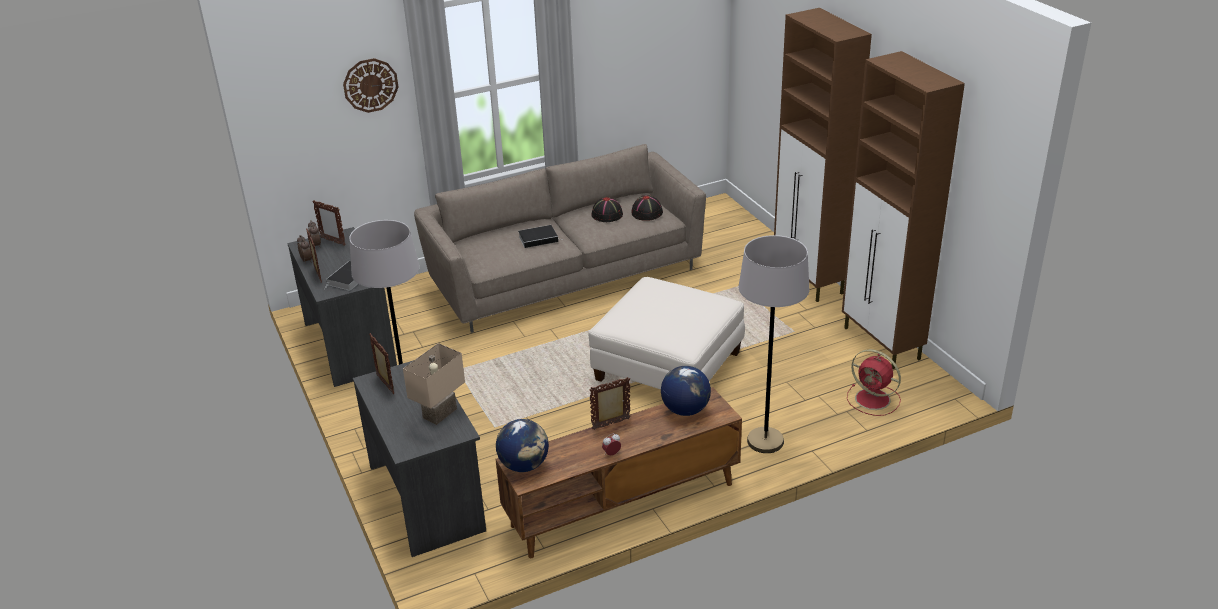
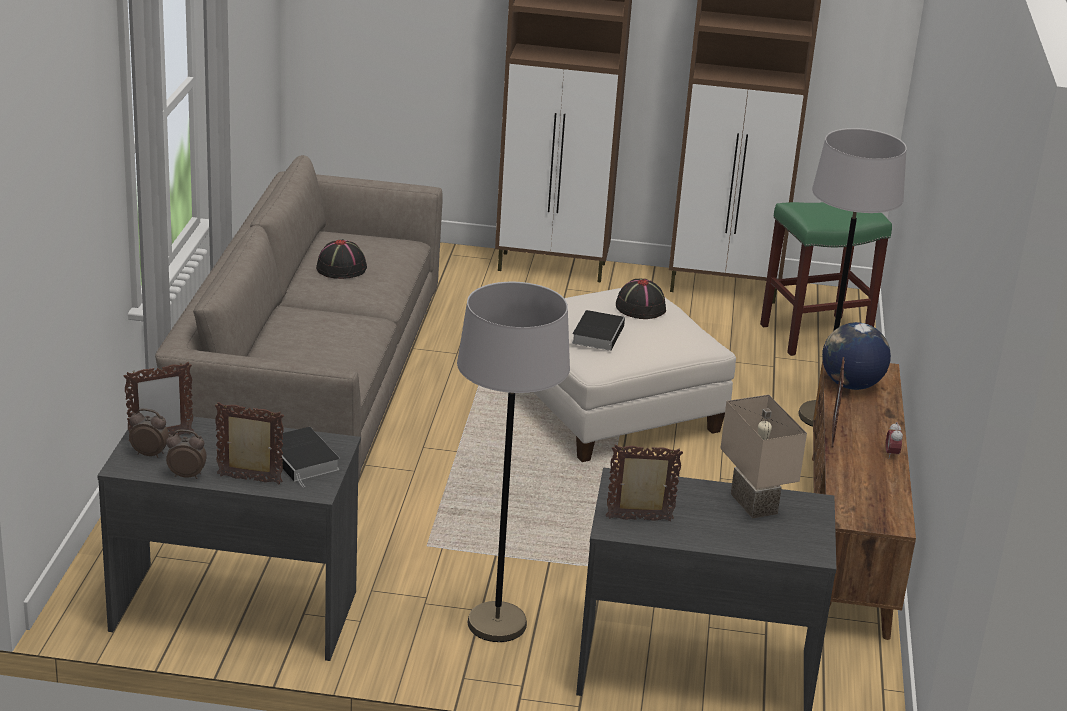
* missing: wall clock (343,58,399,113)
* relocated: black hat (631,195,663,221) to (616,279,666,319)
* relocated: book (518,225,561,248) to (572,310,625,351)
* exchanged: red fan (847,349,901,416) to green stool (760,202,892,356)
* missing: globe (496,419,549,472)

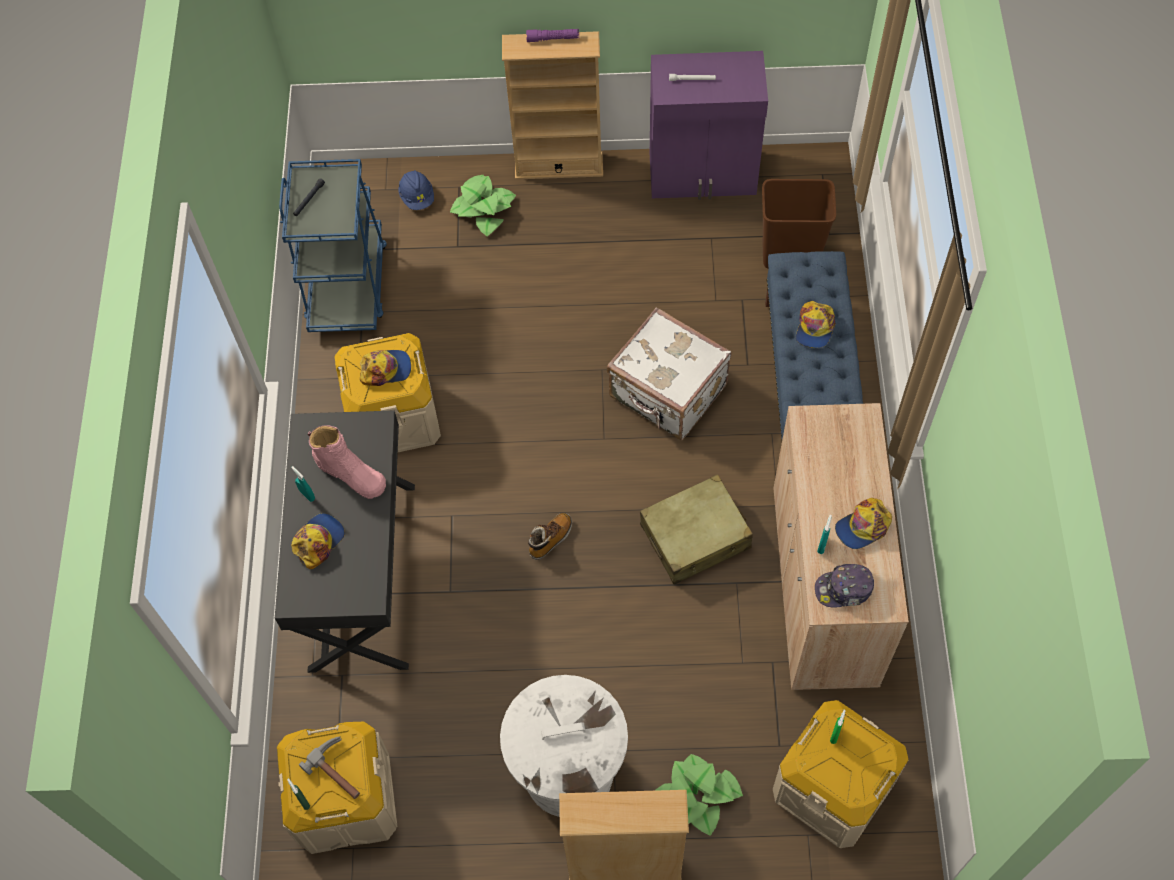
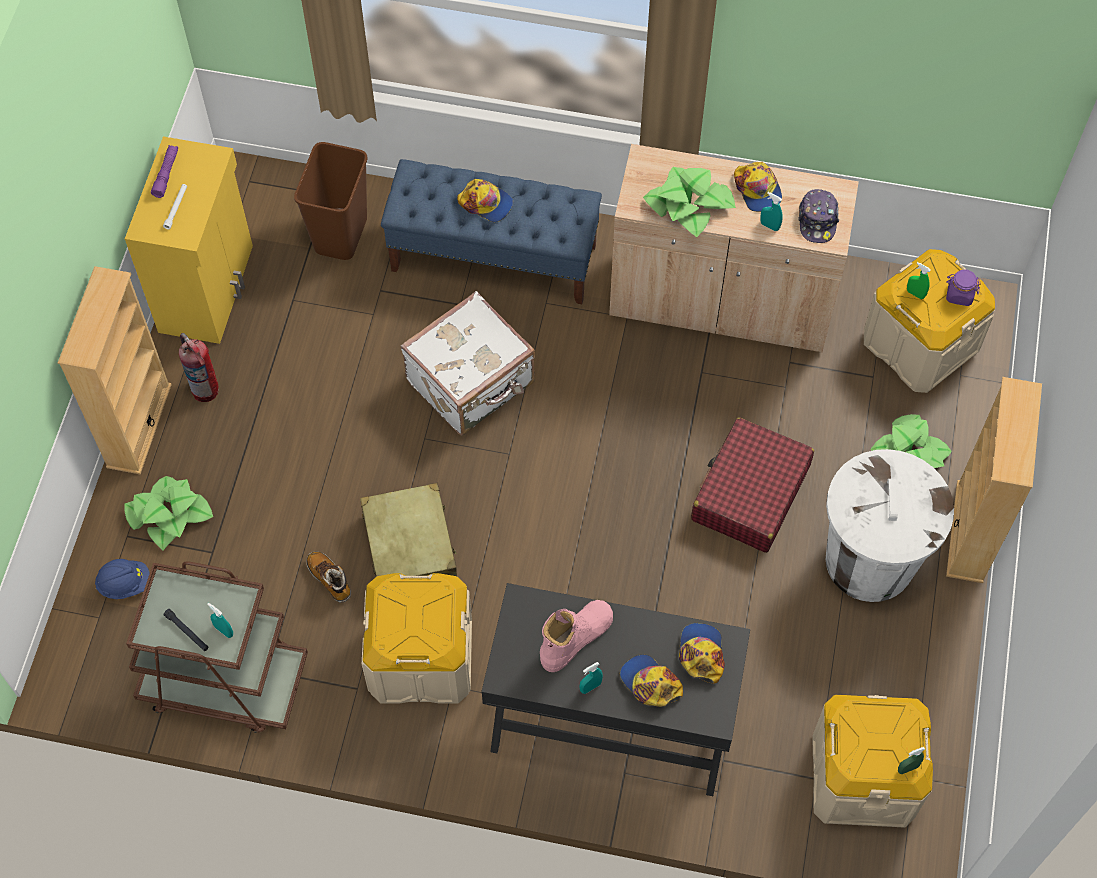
* relocated: purple flashlight (526,29,579,42) to (151,145,178,198)
* colour: purple cabinet (650,51,768,200) to yellow cabinet (125,136,253,344)
* colour: blue cart (279,159,387,332) to brown cart (126,561,308,733)
* relocated: cap (360,350,411,386) to (679,623,725,684)
* relocated: beige suitcase (640,474,753,585) to (360,483,457,577)
* relocated: boot (528,513,572,560) to (306,551,351,603)
* missing: hammer (299,736,360,799)
* appeared: potted plant (643,167,736,237)
* appeared: purple jar (946,269,981,306)
* appeared: fire extinguisher (179,333,219,402)
* appeared: red suitcase (691,417,814,553)
* appeared: turquoise spray bottle (207,603,233,638)

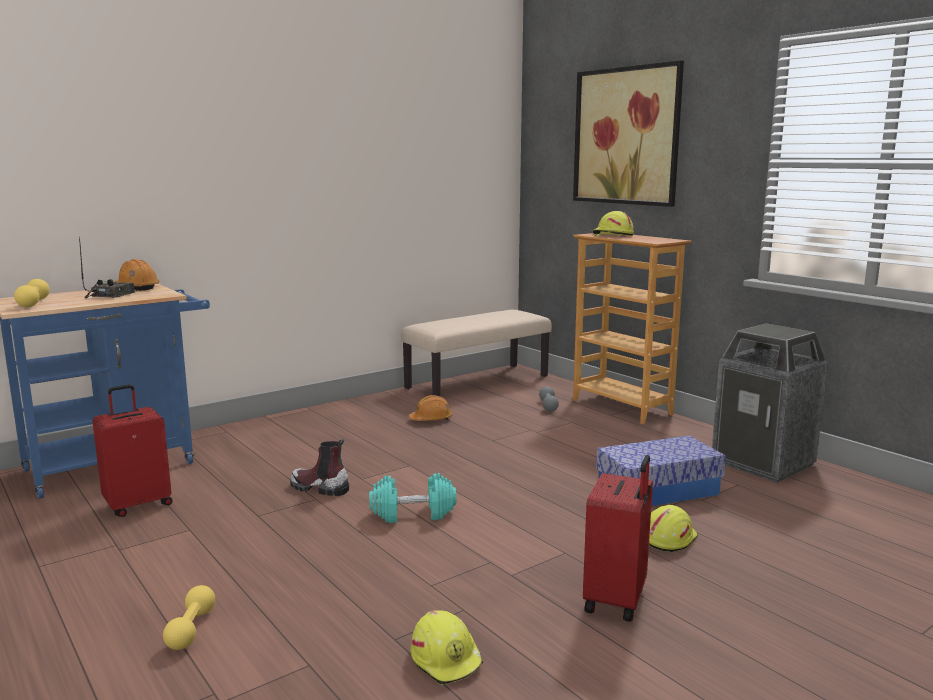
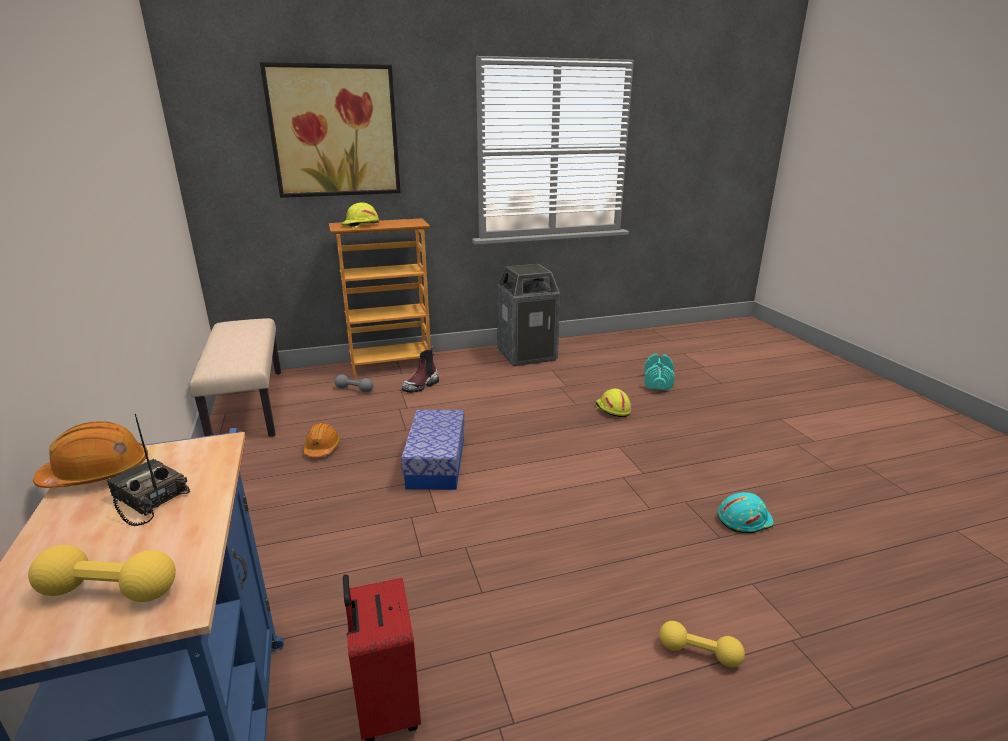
* relocated: storage box (596,436,726,506) to (401,410,465,490)
* relocated: boot (290,439,349,496) to (402,346,439,393)
* missing: red suitcase (583,455,653,622)
* relocated: turquoise dumbbell (369,473,456,523) to (644,353,675,391)
* colour: yellow hard hat (410,610,483,685) to turquoise hard hat (718,492,774,533)

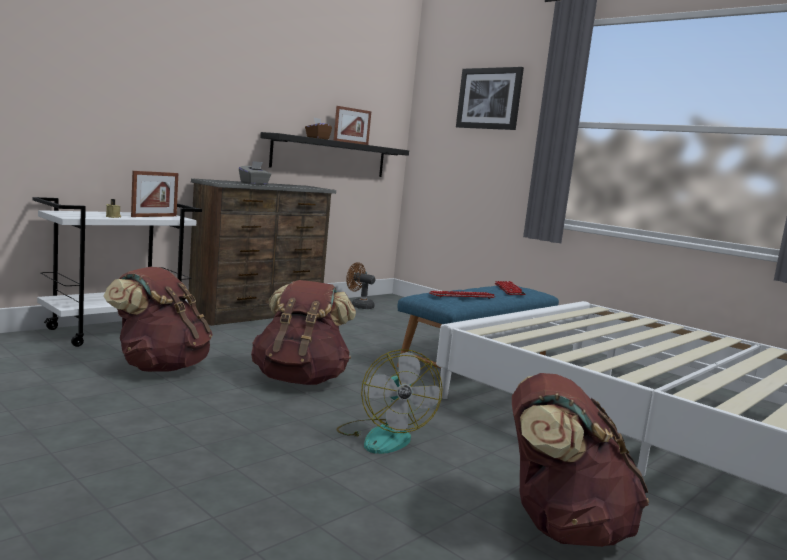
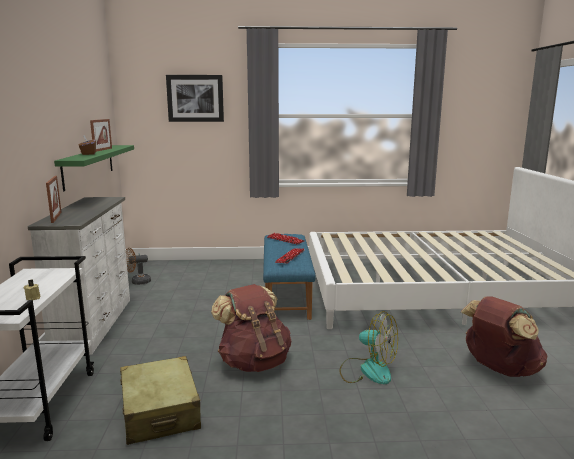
* colour: black shelf (260,132,409,177) to green shelf (54,145,134,191)
* missing: grey tissue box (239,161,271,185)
* relocated: picture frame (131,171,178,217) to (46,176,62,223)
* colour: brown dresser (189,178,336,326) to white dresser (28,197,130,354)
* exchanged: brown backpack (104,267,213,372) to beige suitcase (120,356,201,445)

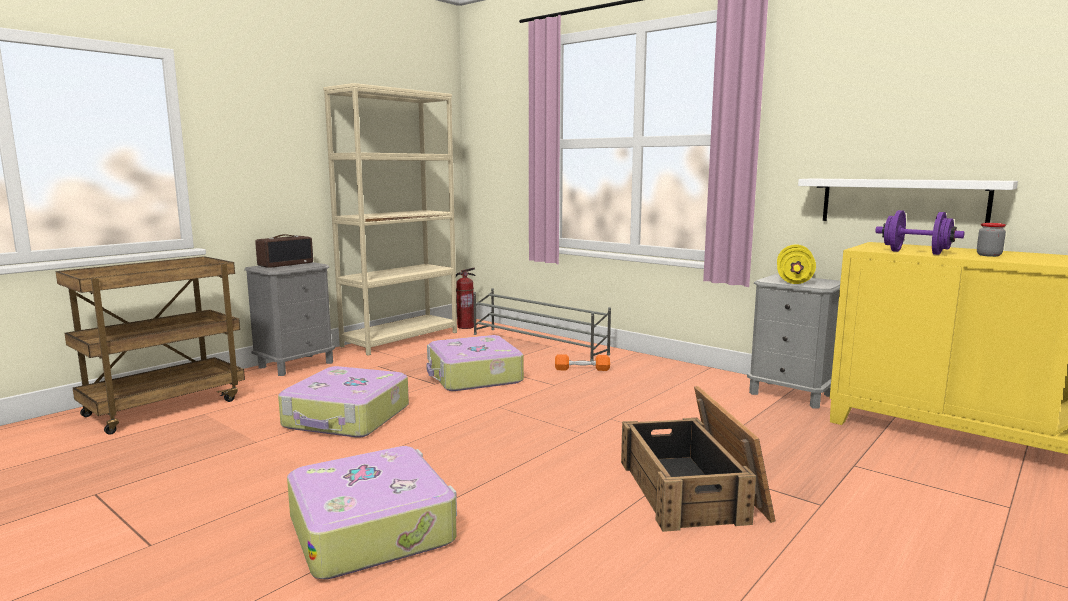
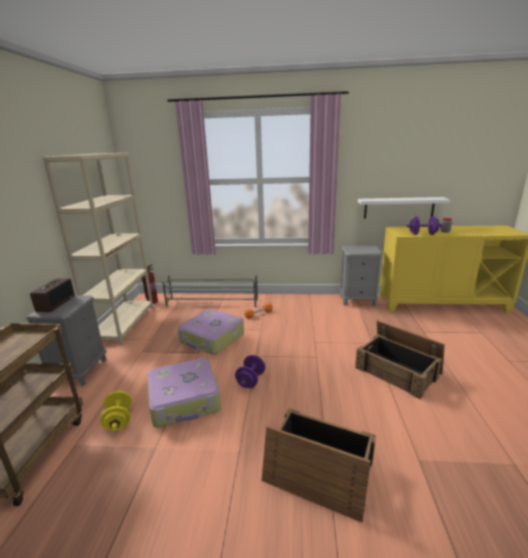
* relocated: yellow dumbbell (777,245,816,284) to (100,391,132,431)
* exchanged: suitcase (287,446,457,579) to crate (262,408,376,523)
* appeared: purple dumbbell (235,355,265,388)

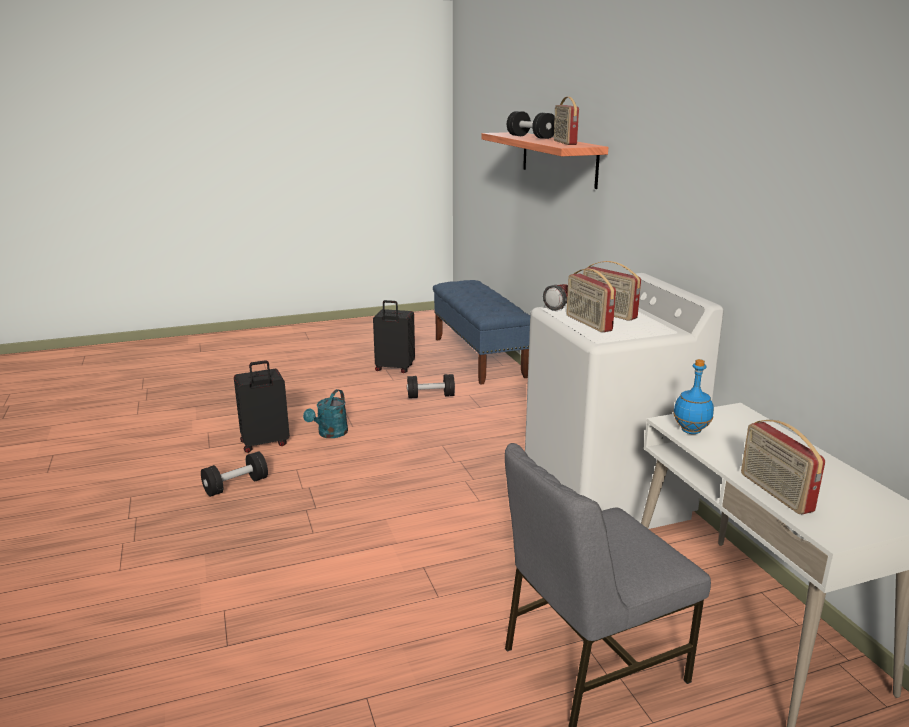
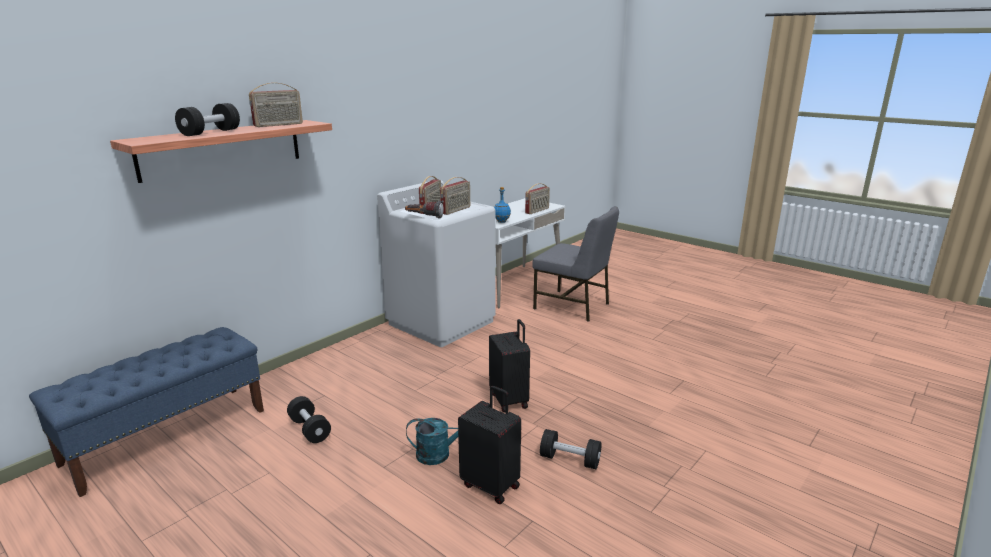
* relocated: black suitcase (373,300,415,373) to (489,319,530,413)

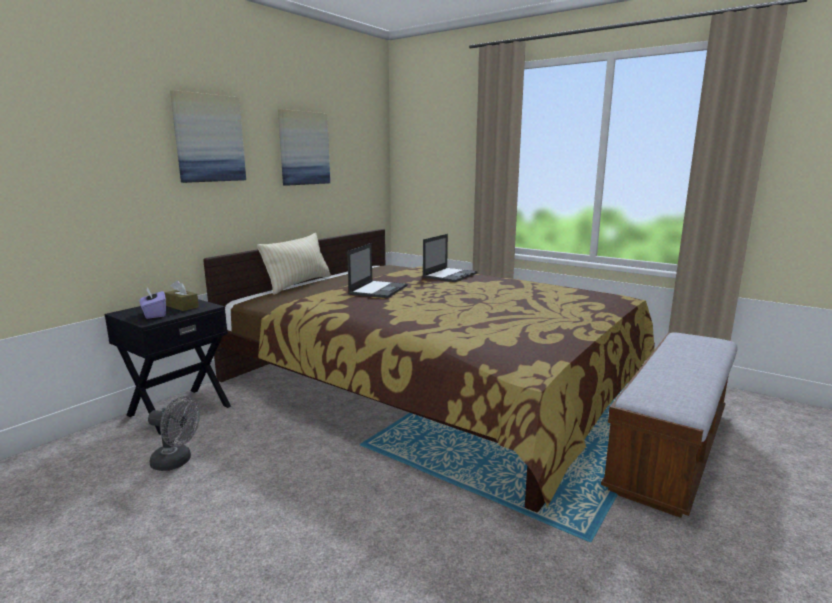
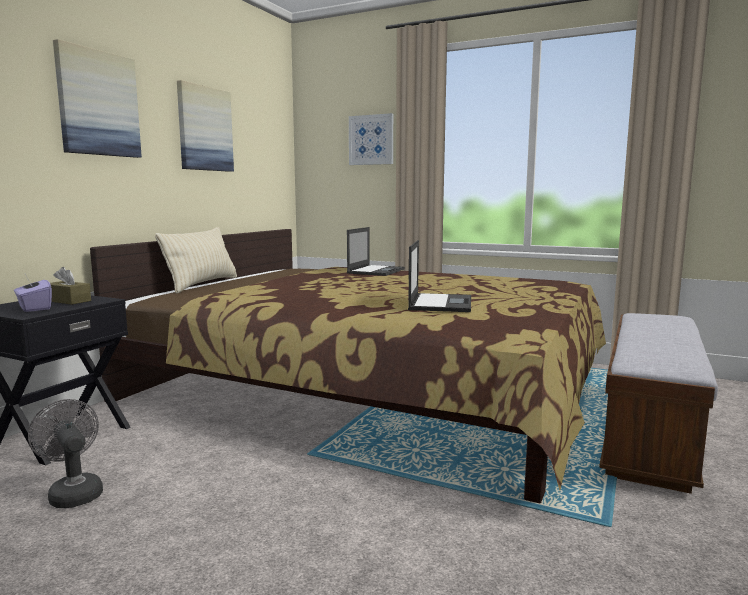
* relocated: laptop (347,243,407,298) to (408,240,471,312)
* spun: grey fan (148,396,200,471) = (28,399,103,508) 135 degrees counterclockwise
* appeared: picture (349,113,393,165)

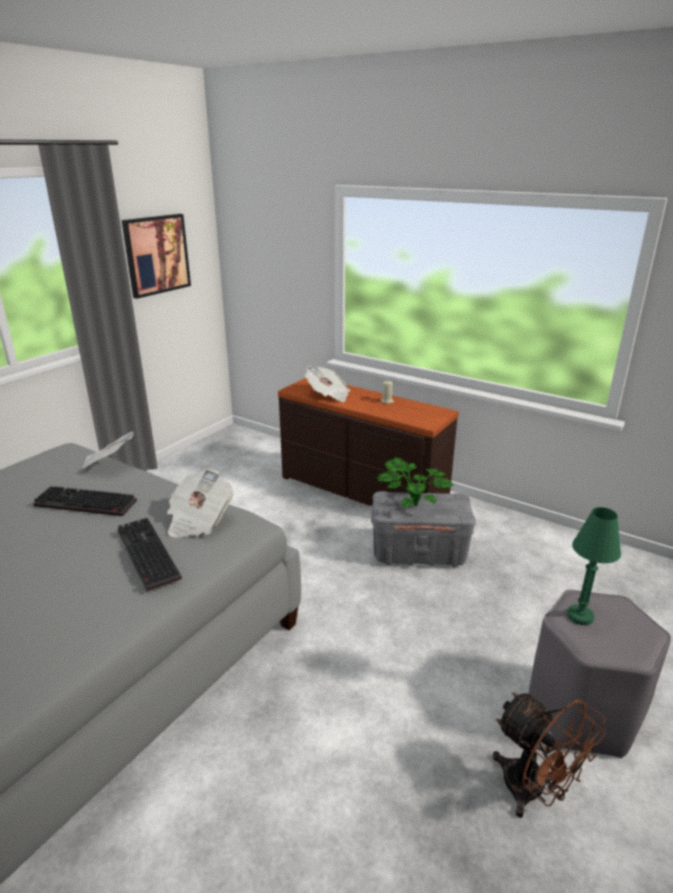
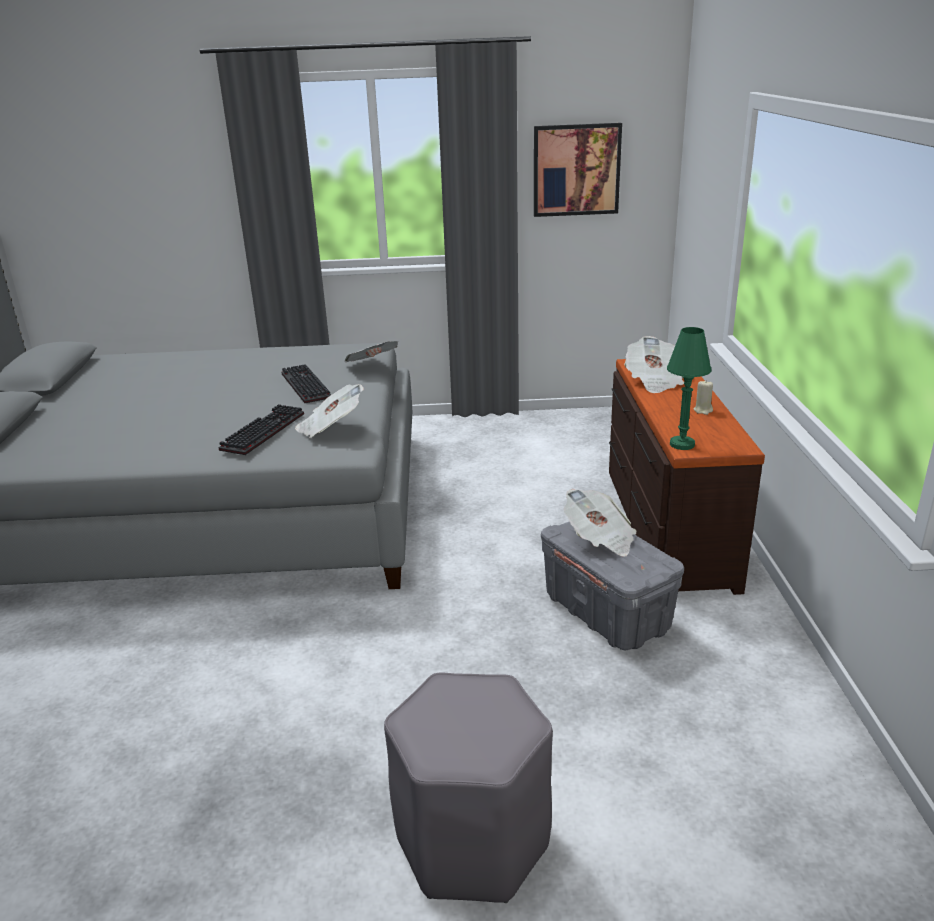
* exchanged: potted plant (376,457,454,508) to newspaper (563,489,637,557)
* relocated: green table lamp (567,507,621,625) to (667,327,712,450)
* missing: brown fan (492,693,606,818)

